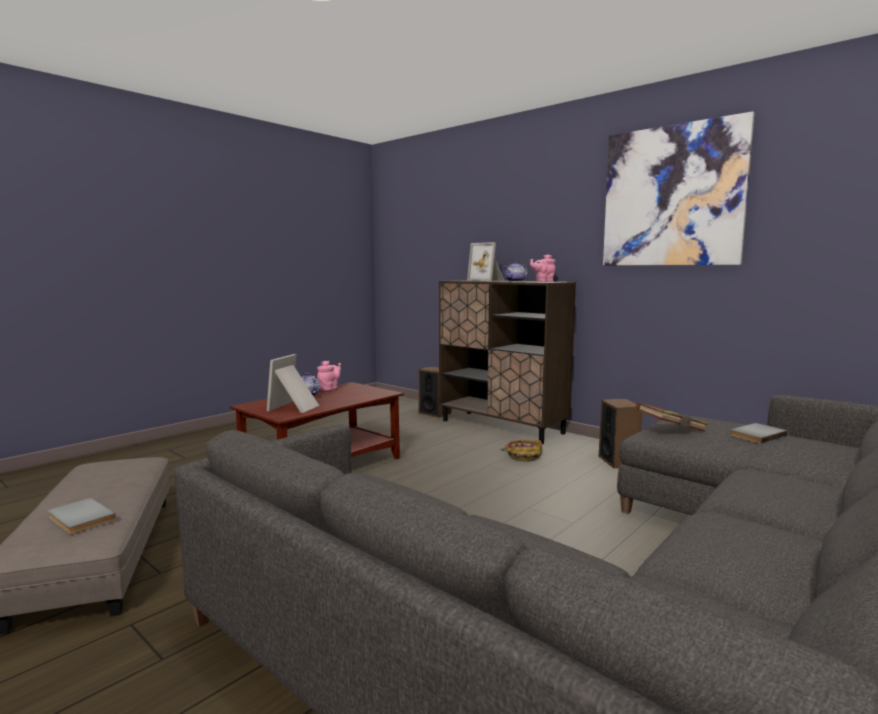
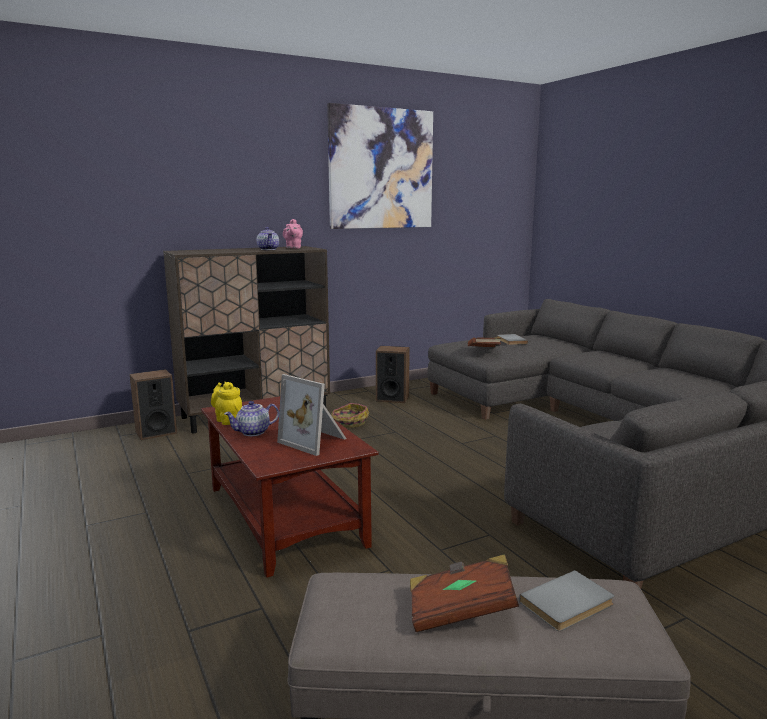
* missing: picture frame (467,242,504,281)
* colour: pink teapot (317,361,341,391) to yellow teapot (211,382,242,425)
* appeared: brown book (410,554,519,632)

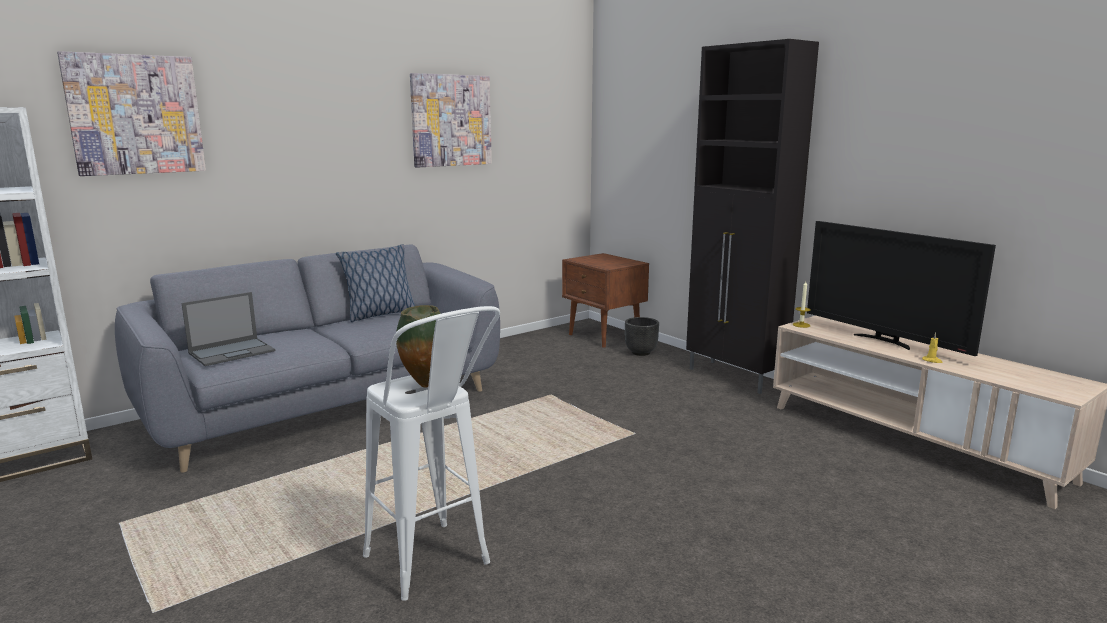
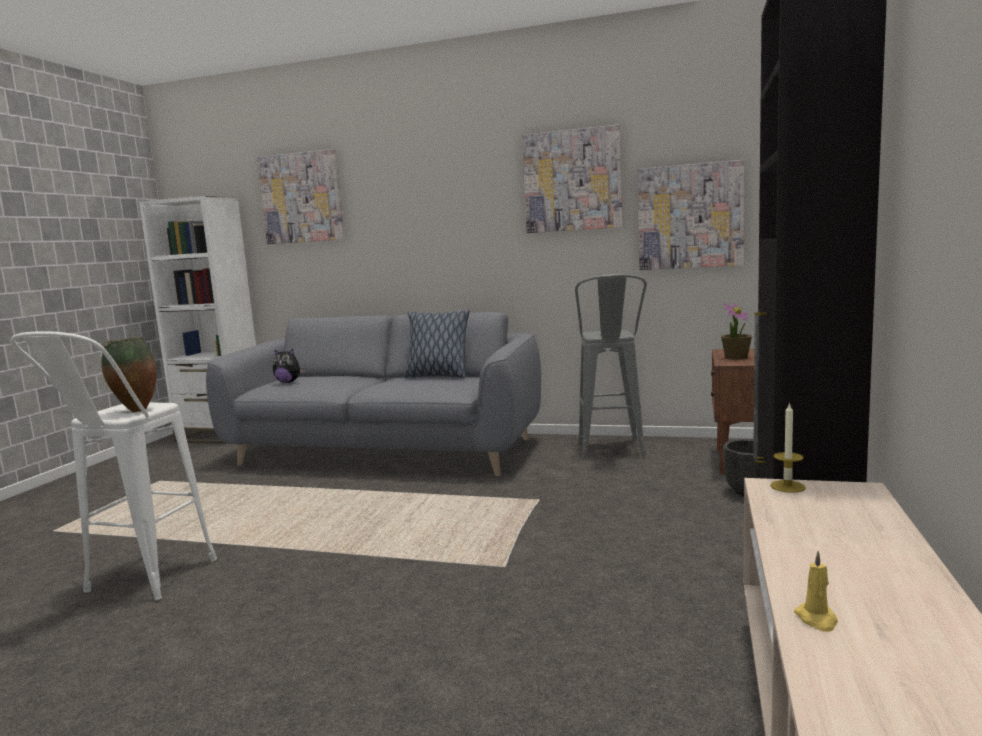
* missing: television (807,221,996,356)
* exchanged: laptop (181,292,275,366) to plush toy (273,349,305,383)
* appeared: picture (638,160,744,270)
* appeared: grey stool (575,274,647,458)
* appeared: potted plant (721,303,752,360)

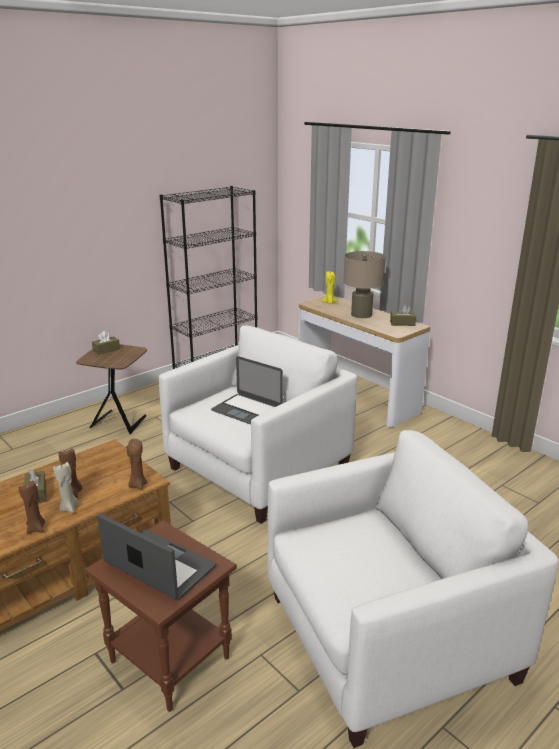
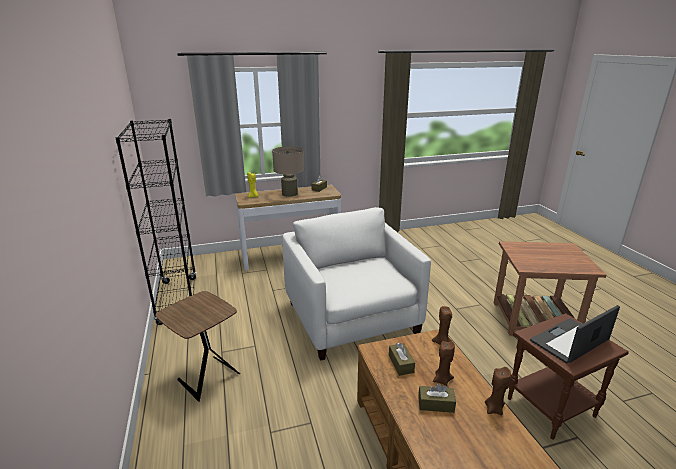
* relocated: brown tissue box (92,331,120,355) to (389,343,415,376)
* missing: laptop (211,356,283,424)
* exchanged: white armchair (267,430,558,748) to brown side table (494,241,607,336)
* missing: beige candle (53,462,78,513)

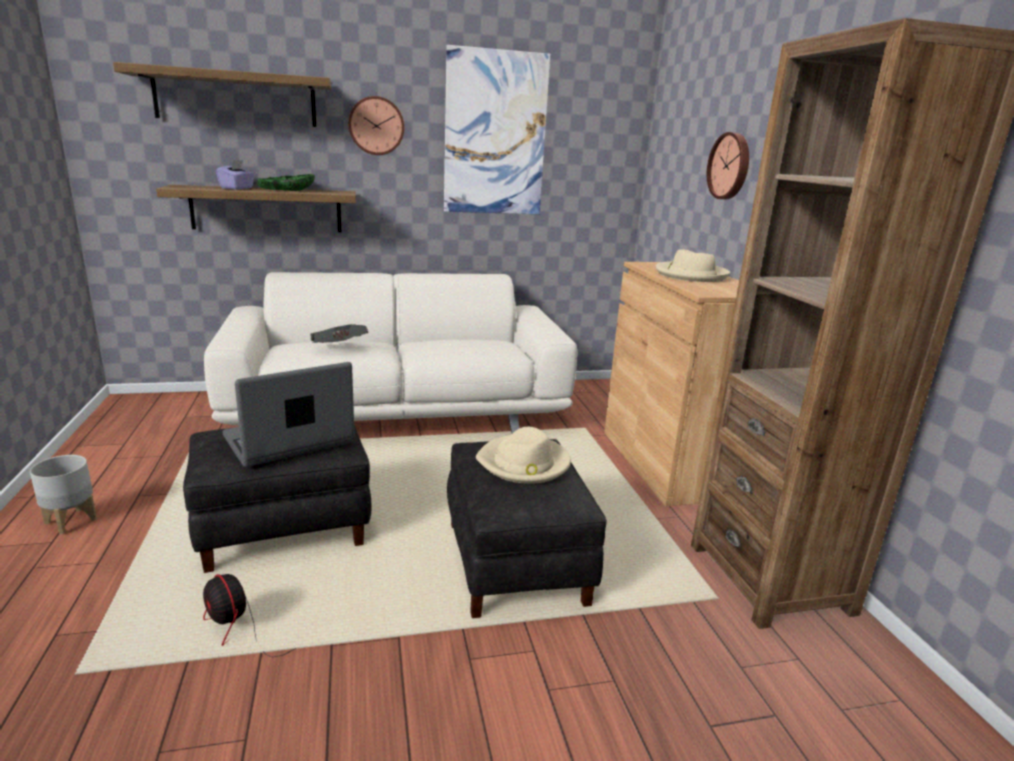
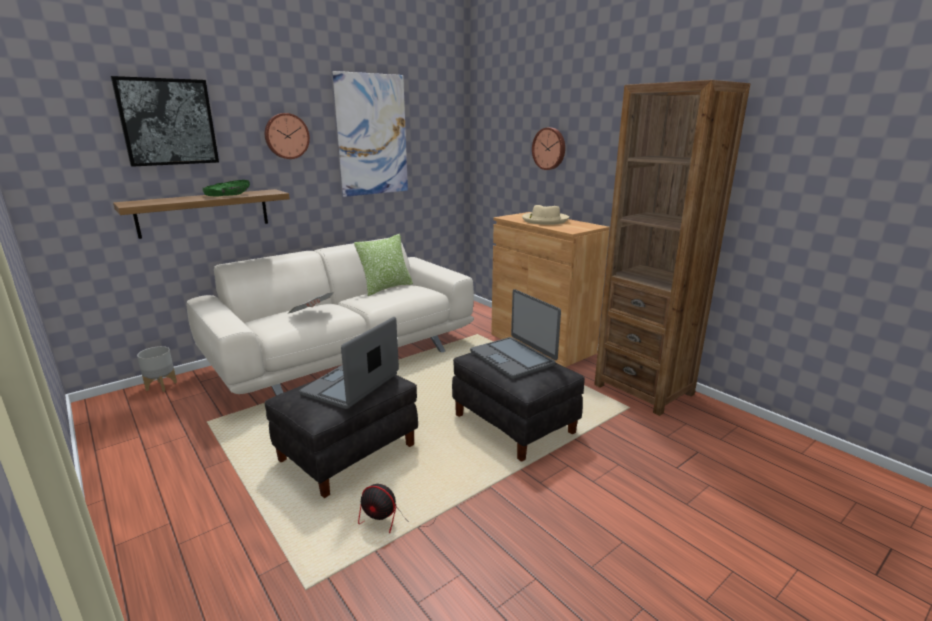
* exchanged: shelf (113,62,331,127) to picture (111,76,219,167)
* missing: purple tissue box (216,160,255,190)
* exchanged: beige hat (476,427,571,484) to laptop (470,289,561,379)
* relocated: grey planter (30,455,97,535) to (137,346,177,392)
* appeared: pillow (354,234,413,296)

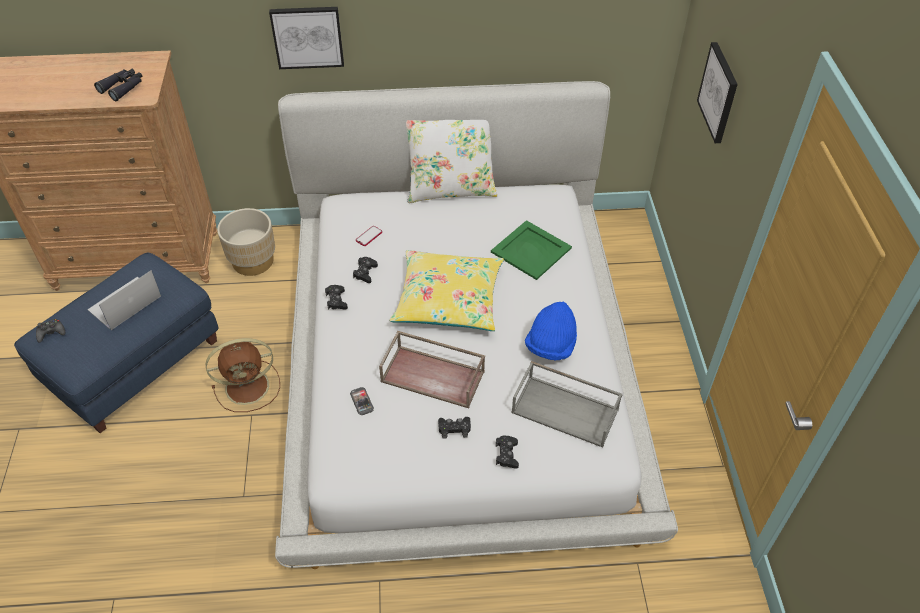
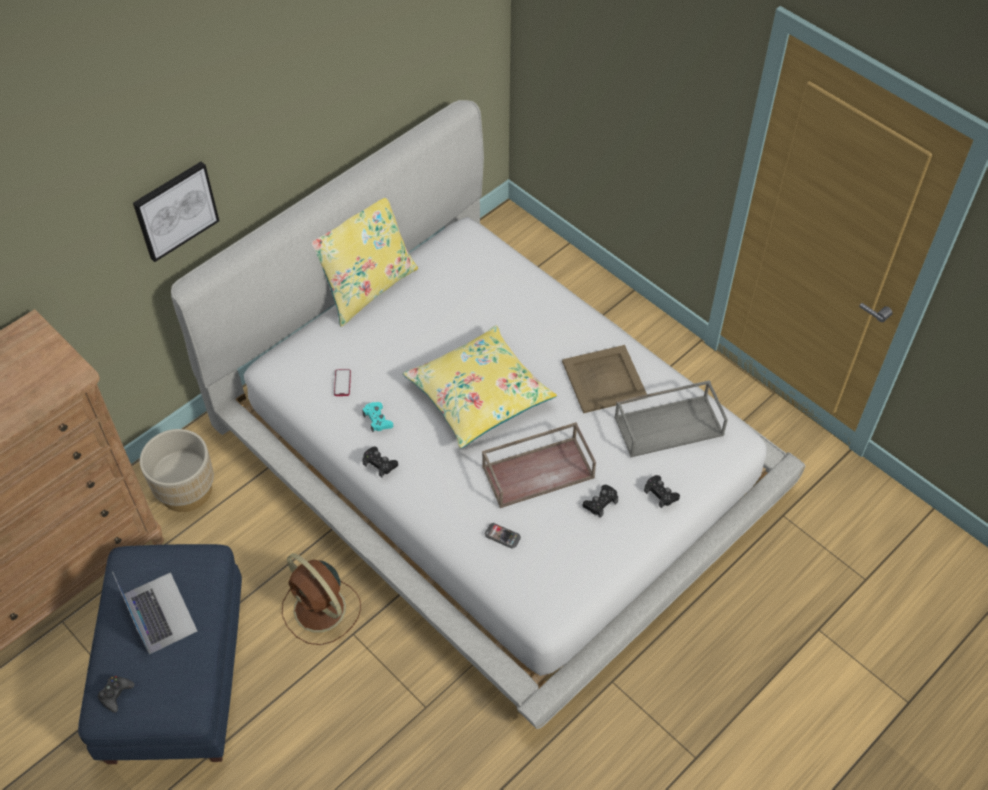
* missing: picture (697,42,738,143)
* missing: black binoculars (94,69,142,101)
* colour: white pillow (406,120,498,203) to yellow pillow (312,198,418,327)
* missing: green tray (491,220,572,280)
* colour: black game controller (353,257,378,283) to turquoise game controller (362,402,393,432)
* spun: laptop (87,270,161,330) = (112,572,197,654) 150 degrees clockwise
* exchanged: blue hat (525,302,577,360) to beige tray (562,345,647,413)
* spun: brown fan (206,338,280,412) = (282,553,361,645) 105 degrees clockwise

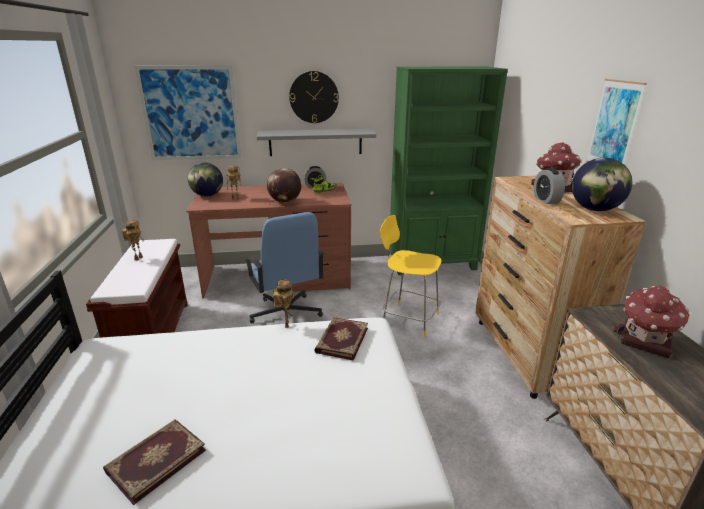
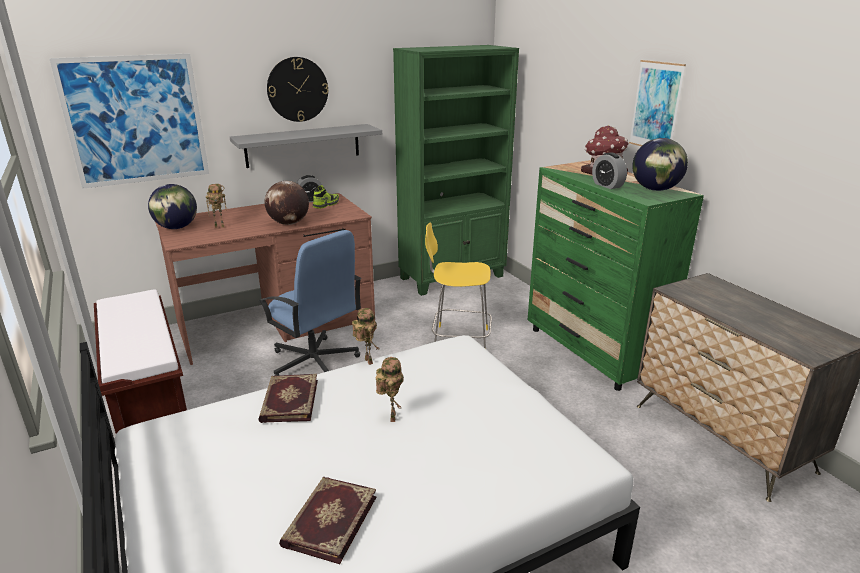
* colour: brown dresser (475,176,646,399) to green dresser (528,160,704,391)
* relocated: toy robot (122,220,144,261) to (376,357,404,422)
* missing: toy house (613,286,689,358)
* relocated: book (314,317,368,361) to (258,374,318,423)

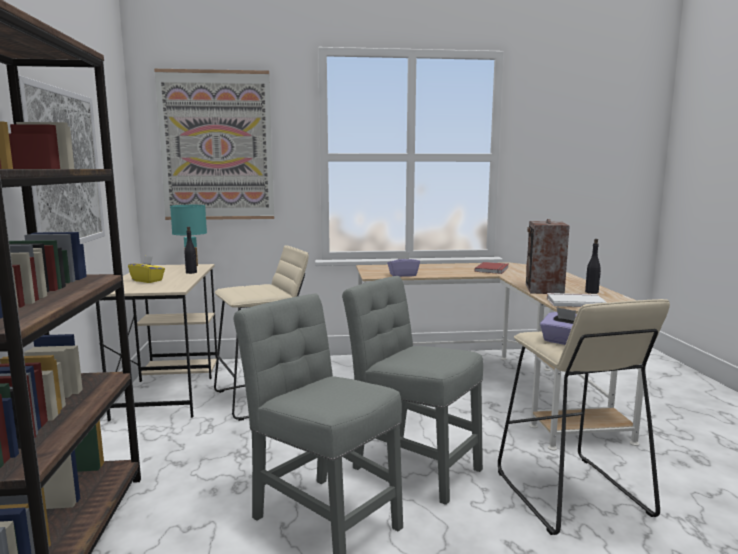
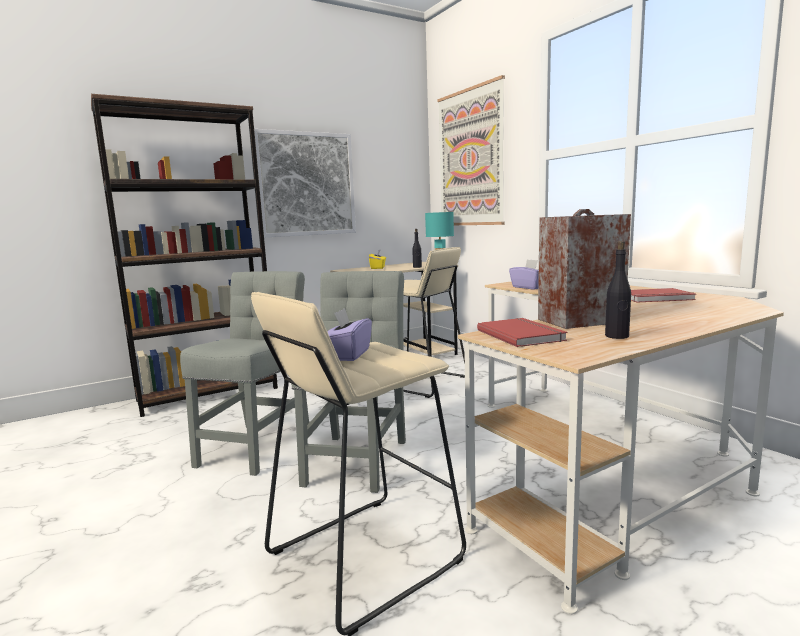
* colour: white book (547,293,607,307) to red book (477,318,567,347)

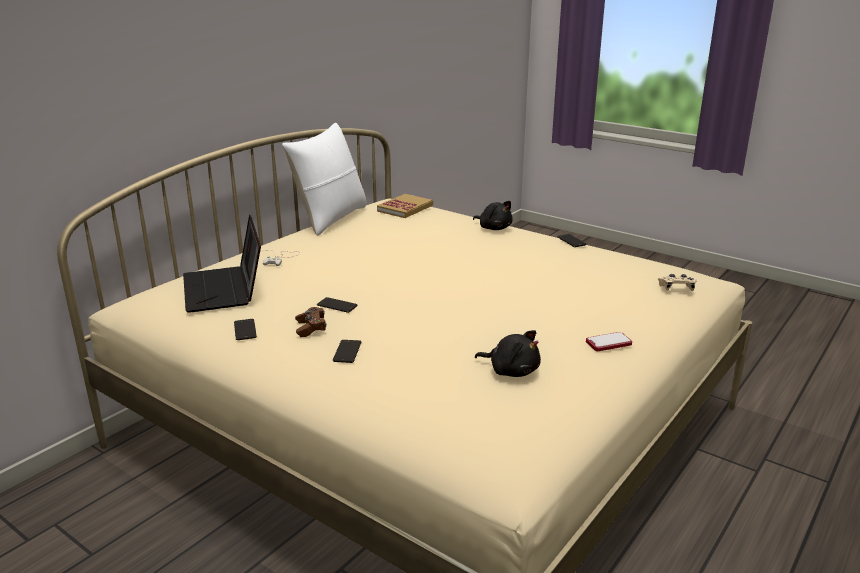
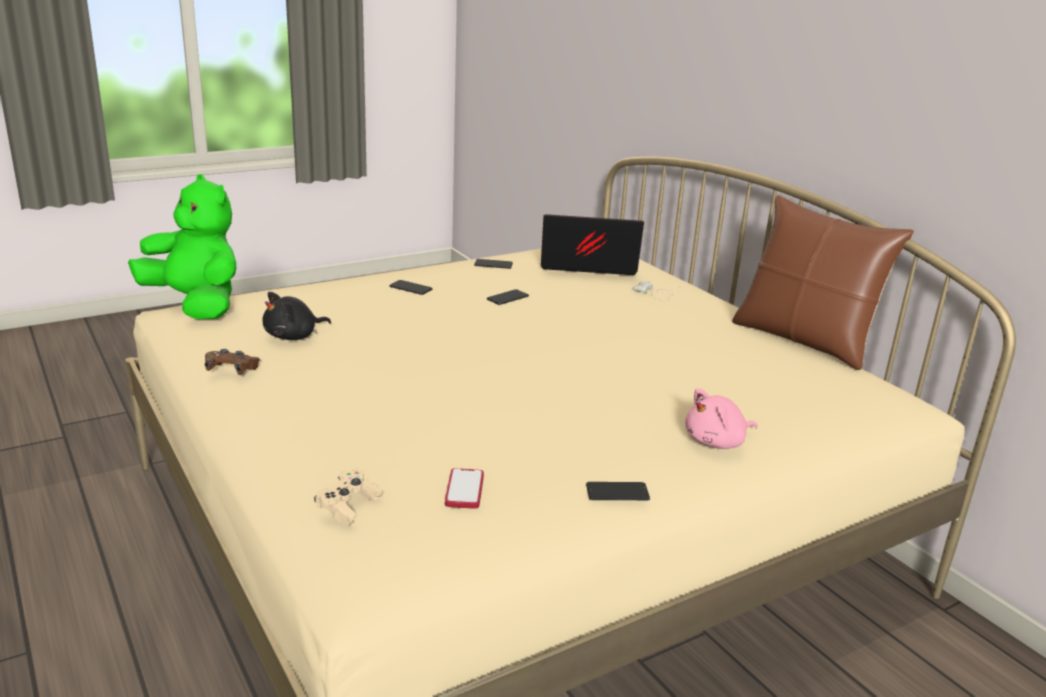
* colour: white pillow (282,123,366,236) to brown pillow (732,195,914,370)
* missing: book (377,194,433,218)
* colour: black plush toy (473,201,513,230) to pink plush toy (685,388,758,449)
* relocated: brown game controller (295,307,326,337) to (205,349,260,375)
* relocated: phone (586,332,632,351) to (445,468,484,509)
* appeared: green plush toy (128,174,236,319)

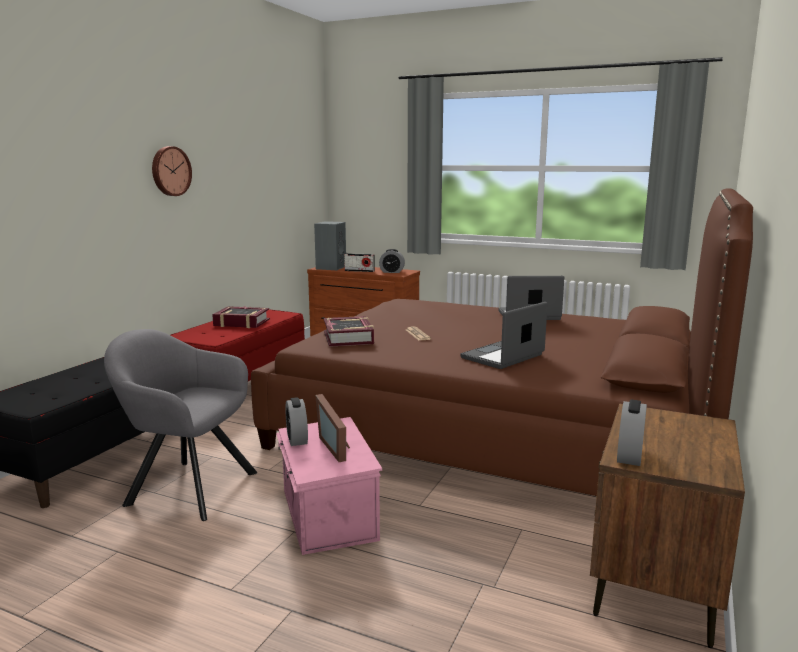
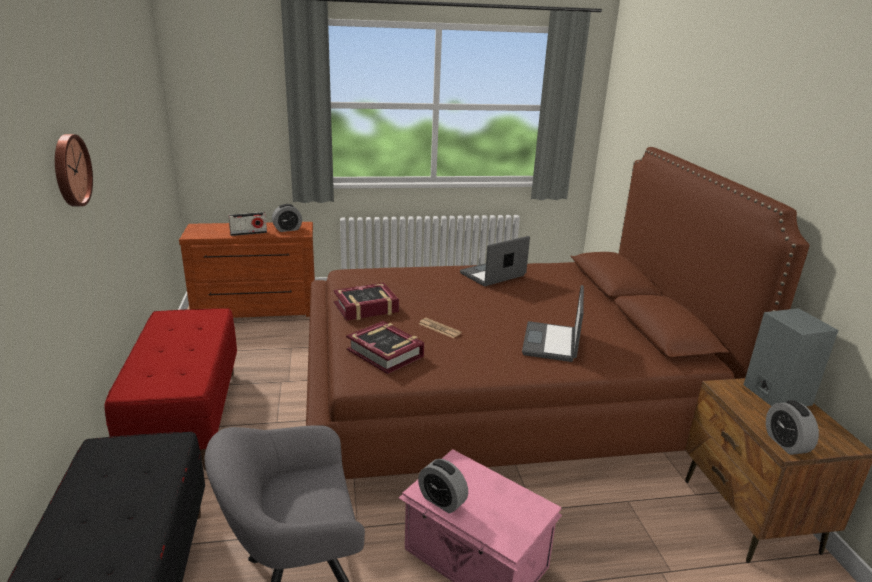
* relocated: grey speaker (314,221,346,270) to (744,308,839,407)
* relocated: book (212,306,270,328) to (333,283,399,321)
* missing: picture frame (315,394,350,462)

